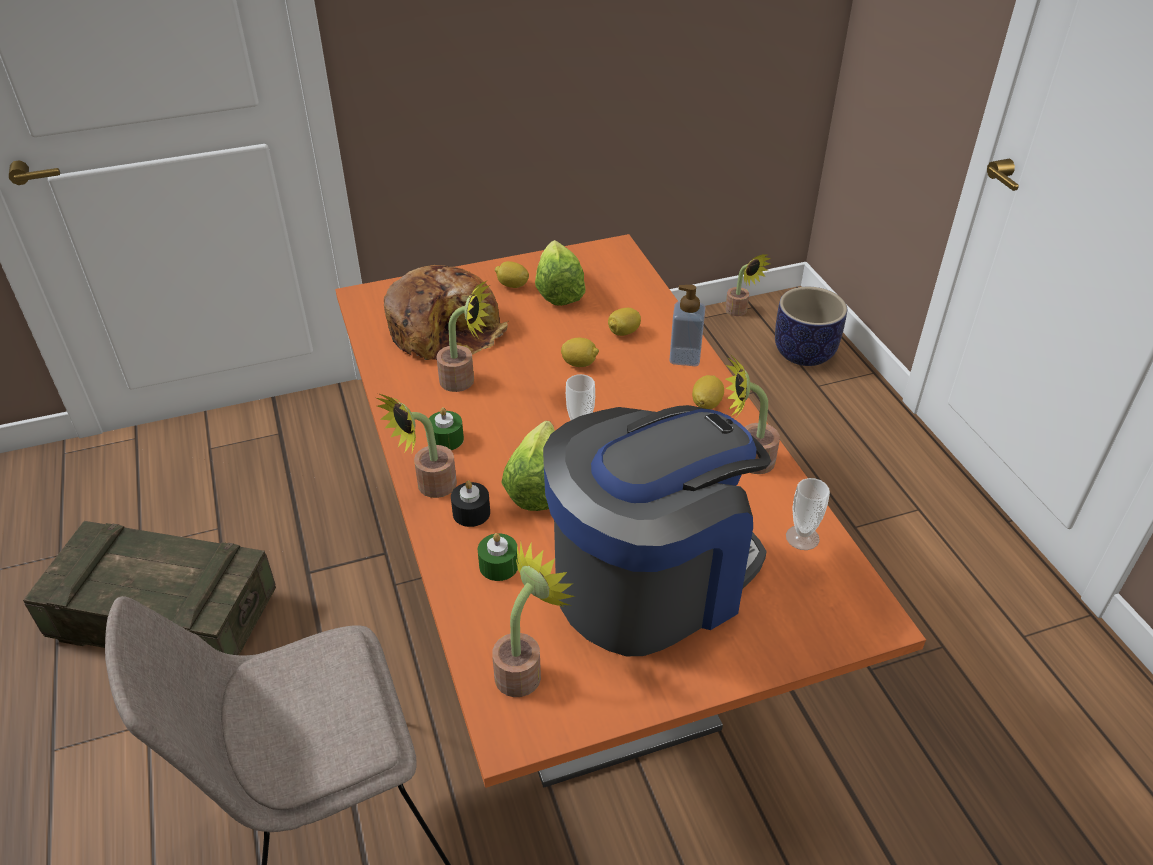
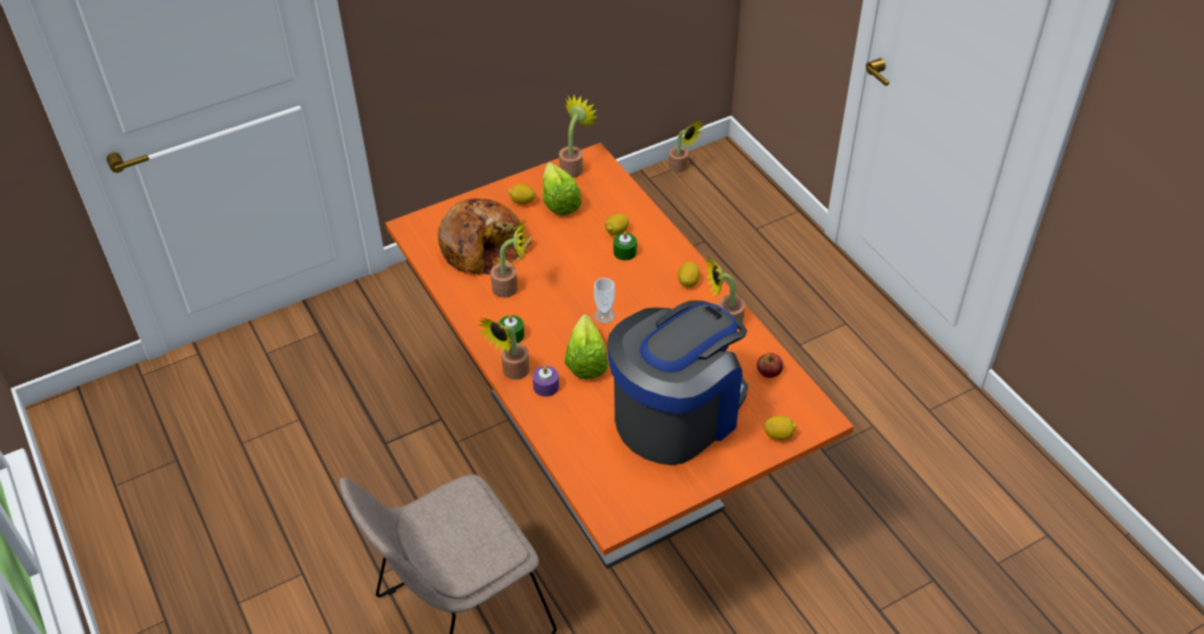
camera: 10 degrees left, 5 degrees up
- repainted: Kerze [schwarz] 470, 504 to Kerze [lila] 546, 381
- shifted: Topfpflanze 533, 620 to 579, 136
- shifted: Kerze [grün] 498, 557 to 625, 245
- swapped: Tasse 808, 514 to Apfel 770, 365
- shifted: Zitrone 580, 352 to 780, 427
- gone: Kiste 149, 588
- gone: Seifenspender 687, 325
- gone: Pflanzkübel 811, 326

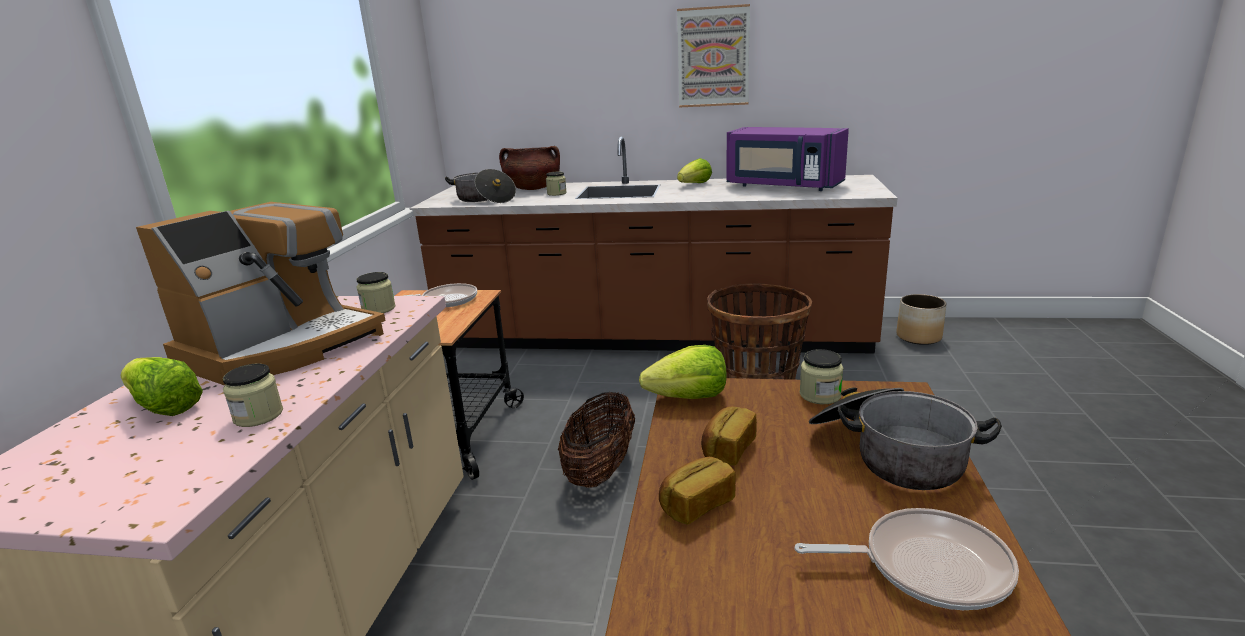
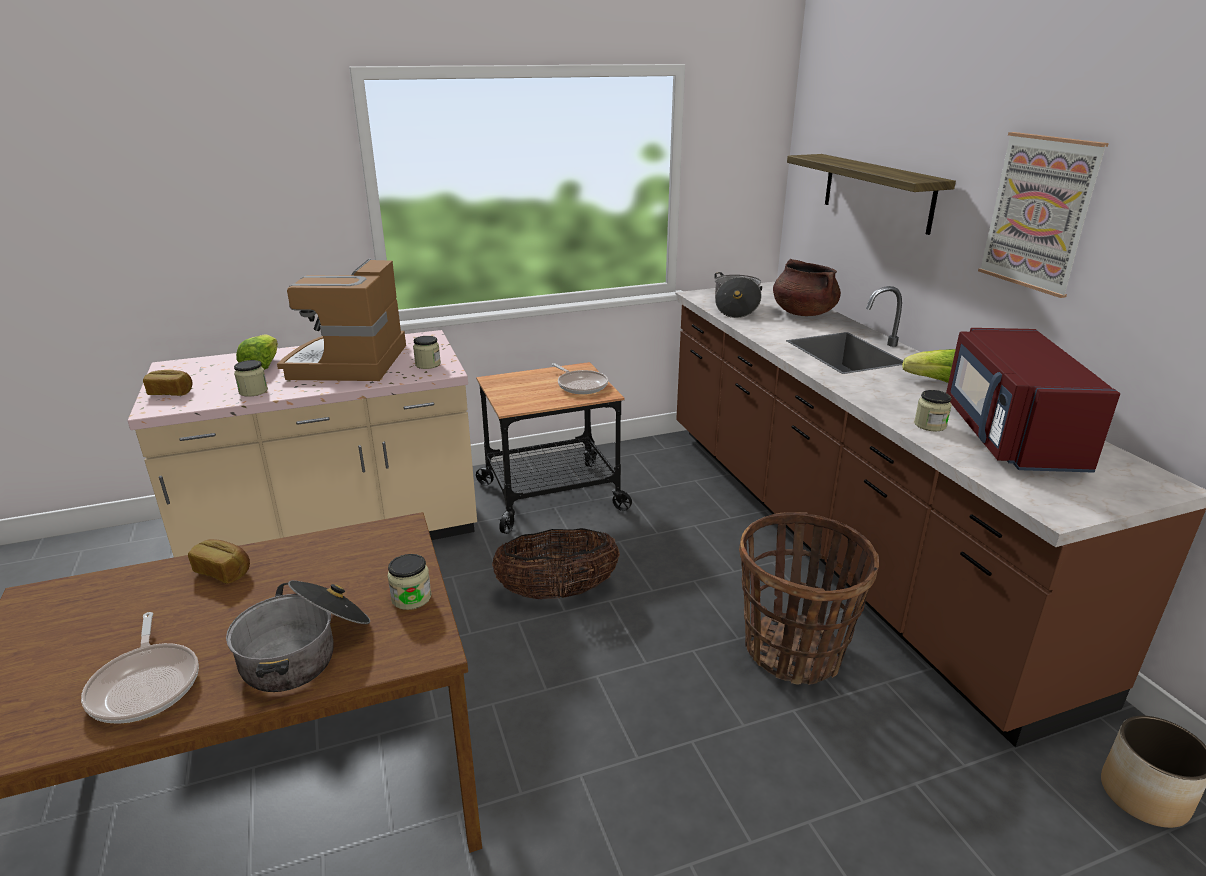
camera: 60 degrees right, 5 degrees up
- shifted: Brot 729, 436 to 168, 383
- rotated: Kaffeemaschine 261, 294 = 341, 320 90 degrees clockwise
- new: Wandregal 871, 194
- shifted: Vorratsglas 556, 184 to 933, 411
- repainted: Mikrowelle [lila] 787, 159 to Mikrowelle [rot] 1033, 400
- gone: Salatkopf 683, 372

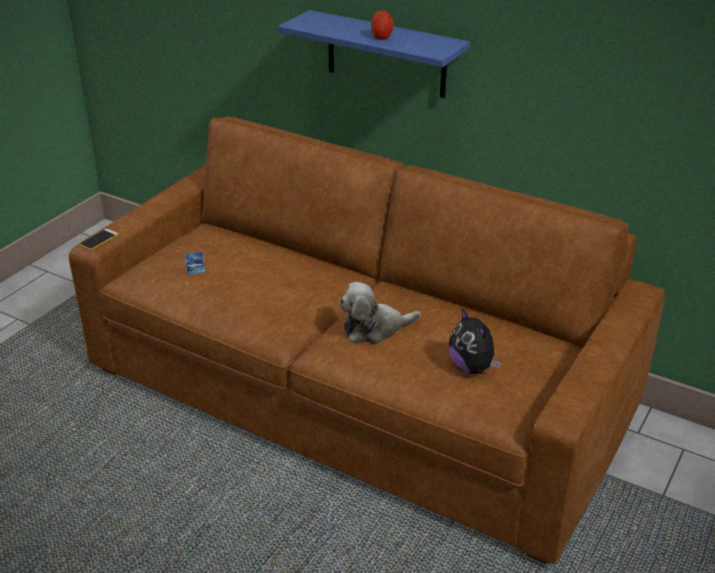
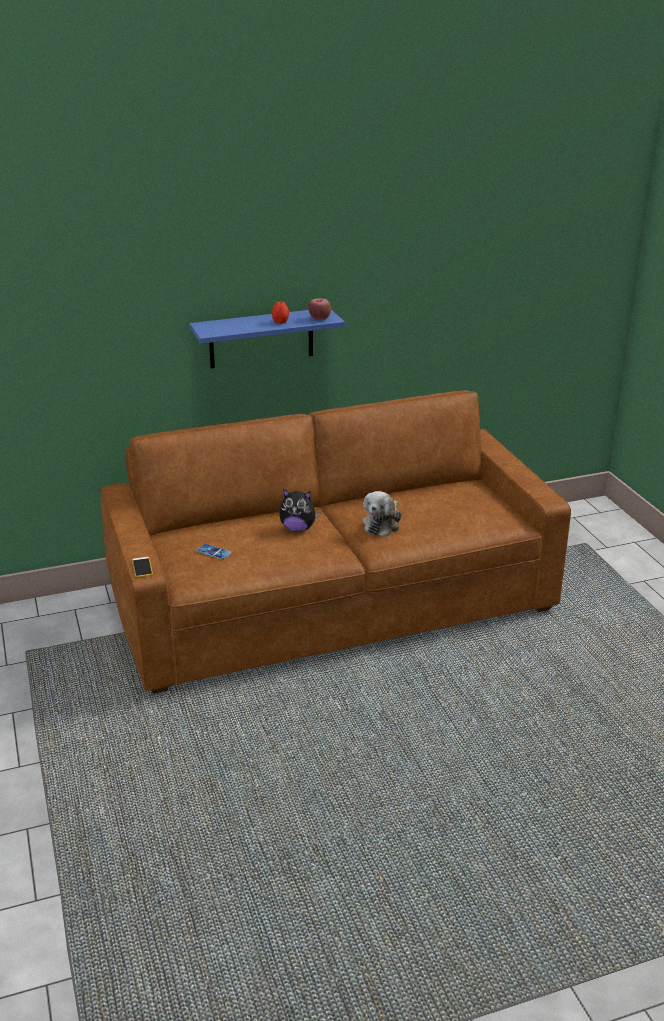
camera: 50 degrees left, 5 degrees down
- shifted: Plüschtier 475, 341 to 300, 510
- new: Apfel 319, 309

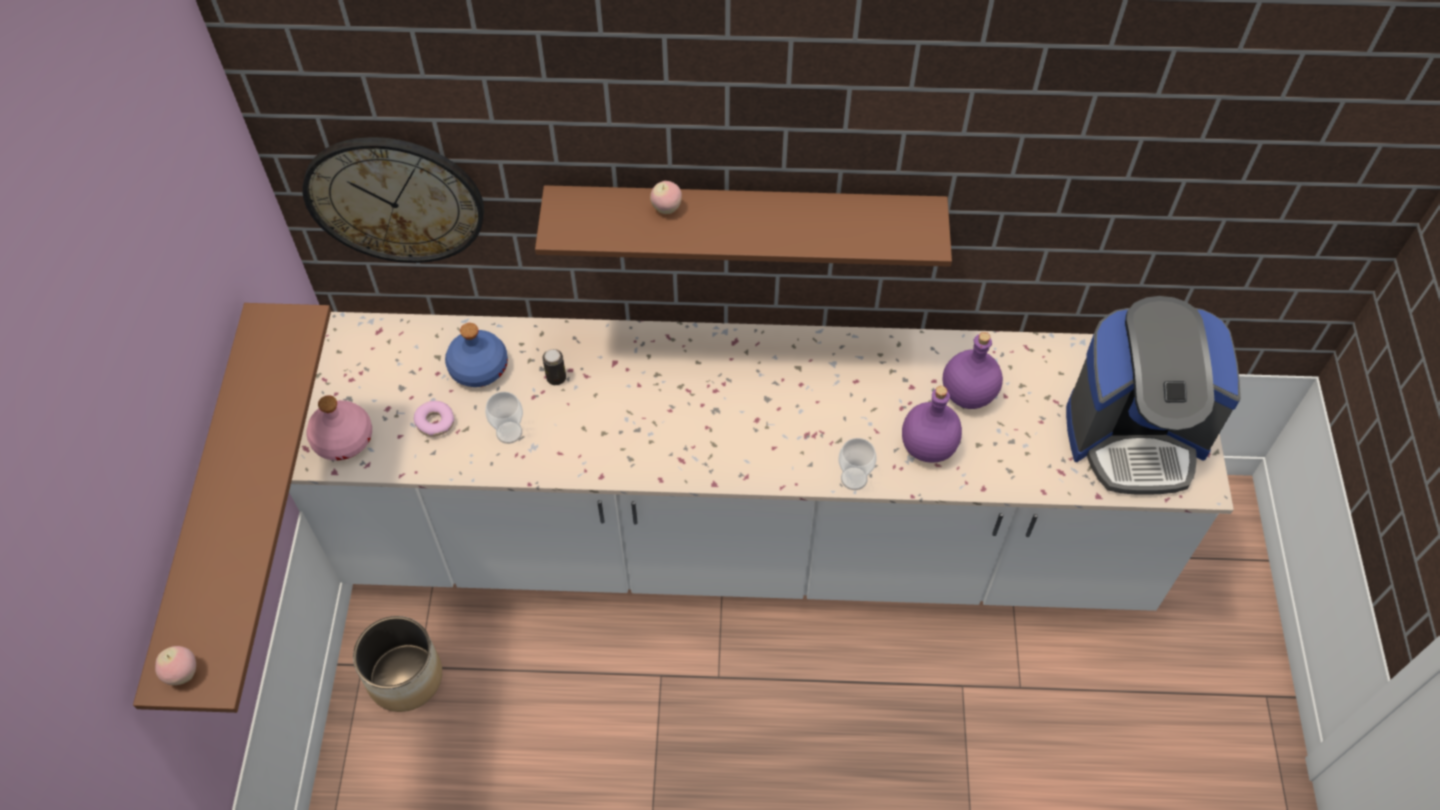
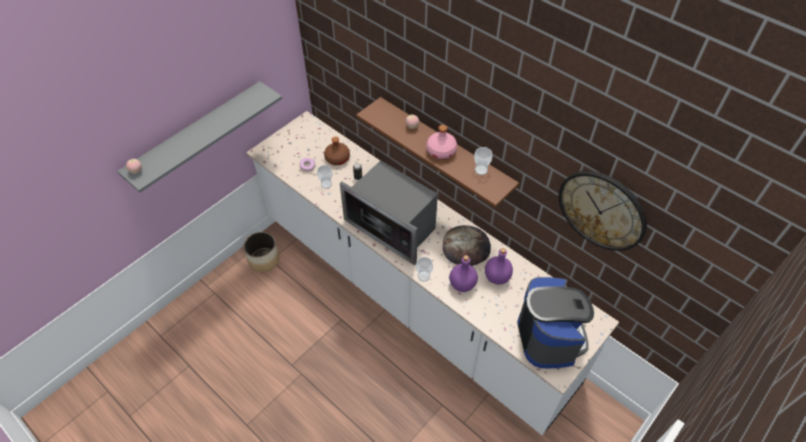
camera: 40 degrees right, 5 degrees down
- repainted: Wandregal [braun] 232, 508 to Wandregal [grau] 199, 137
- repainted: Flasche [blau] 476, 355 to Flasche [braun] 337, 151
- new: Mikrowelle 389, 213
- shifted: Flasche [rosa] 339, 427 to 441, 142
- new: Brot 467, 245
- new: Tasse 483, 161
- rotated: Kaffeemaschine 1153, 395 = 555, 322 135 degrees counterclockwise
- shifted: Wanduhr 393, 200 to 603, 211

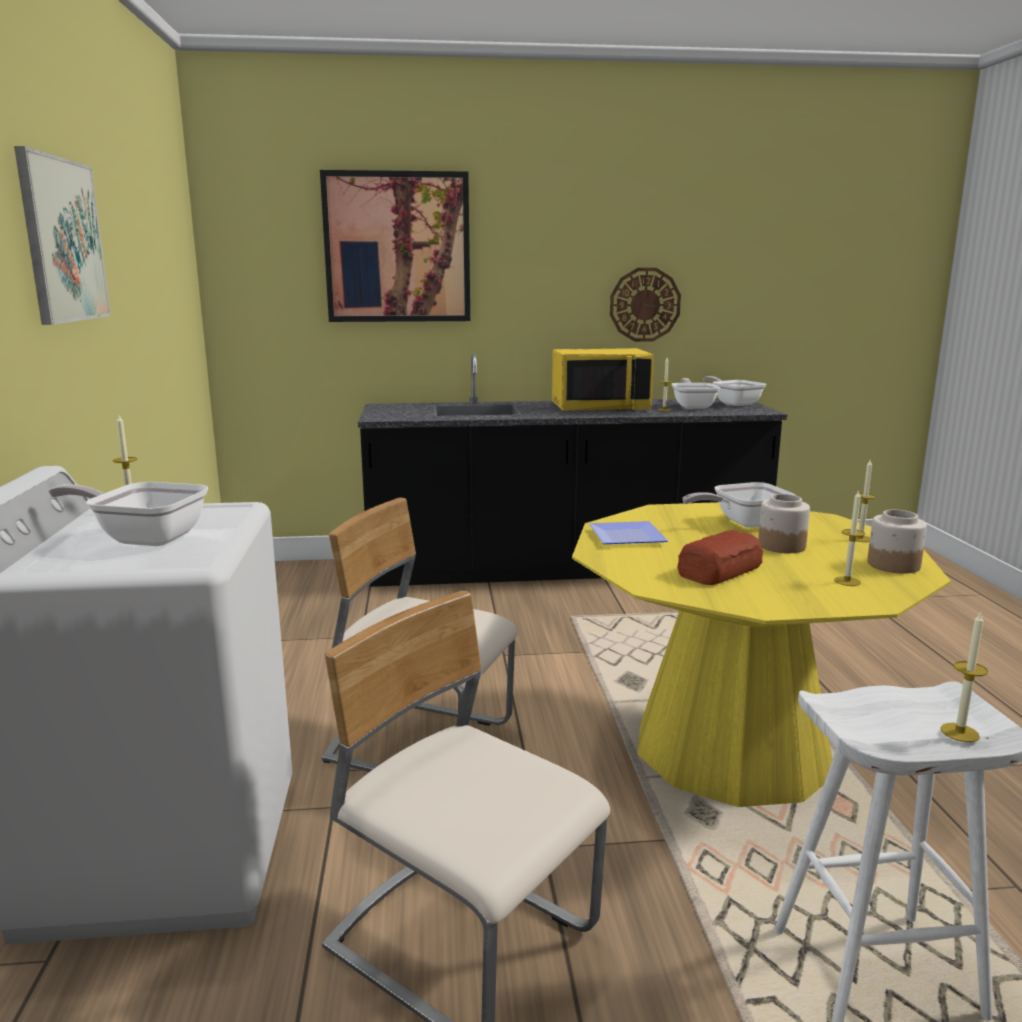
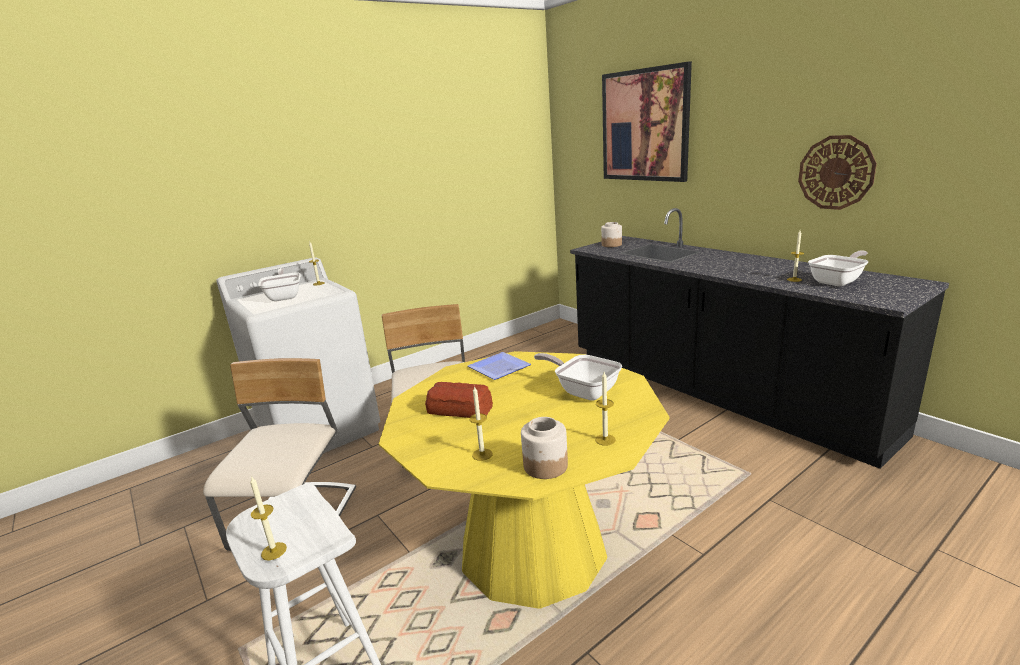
camera: 60 degrees right, 5 degrees up
- shifted: Vorratsglas 784, 523 to 611, 234
- gone: Bild 62, 235
- gone: Mikrowelle [gelb] 603, 379
- gone: Pfanne 734, 391

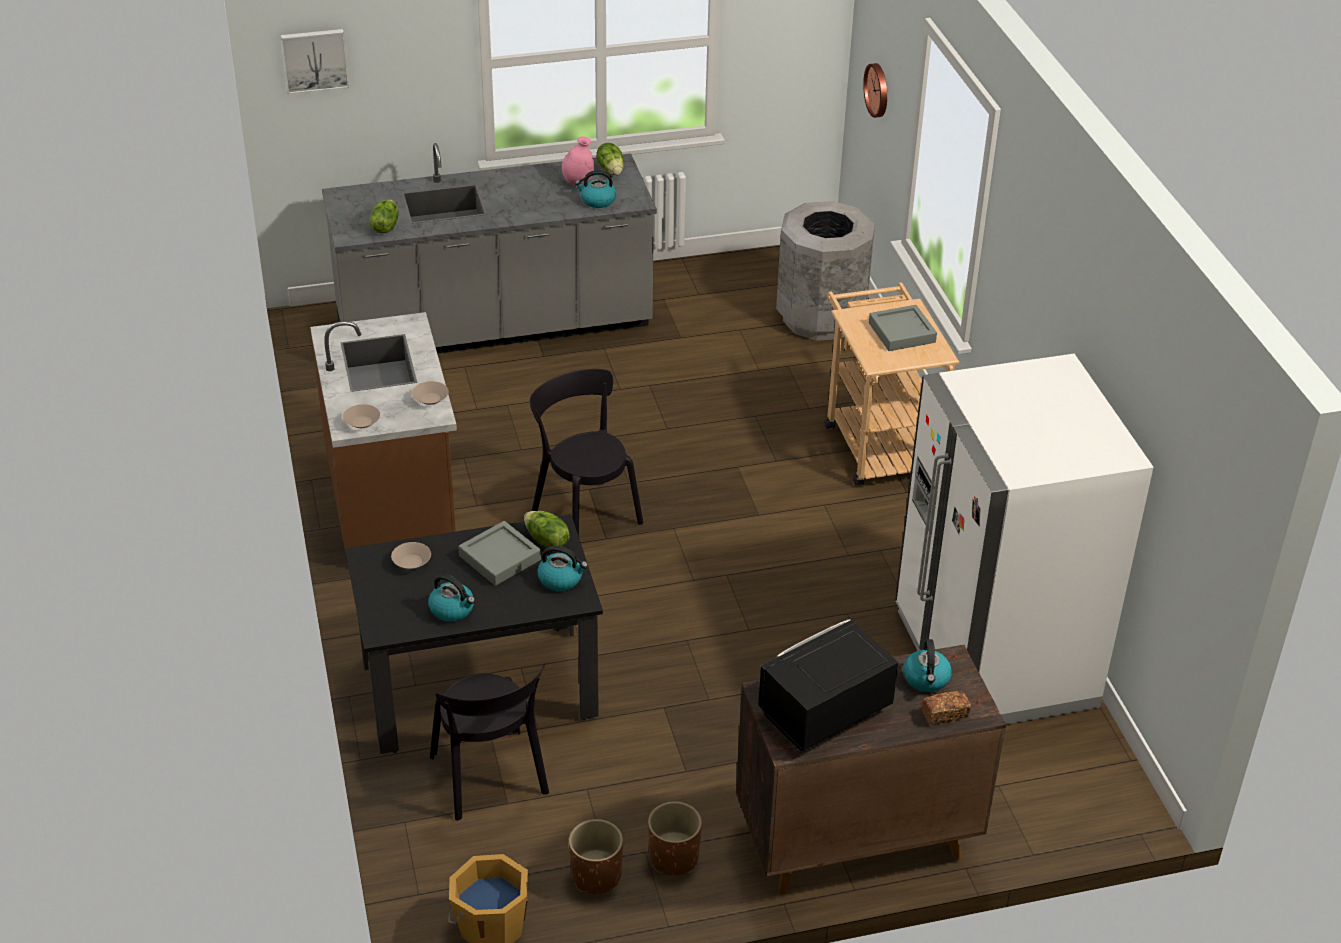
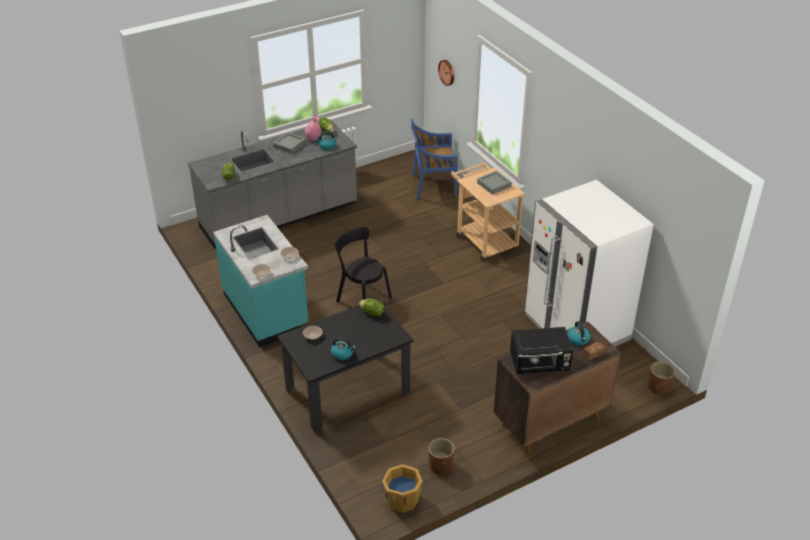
camera: 15 degrees left, 0 degrees up
- repainted: Küchenzeile [braun] 383, 433 to Küchenzeile [türkis] 260, 281
- shifted: Tablett [grau] 499, 553 to 289, 143
- swapped: Mülleimer [grau] 825, 271 to Stuhl [blau] 434, 158
- rotated: Mikrowelle [schwarz] 828, 685 = 541, 351 135 degrees counterclockwise
- shifted: Pflanzkübel [braun] 675, 838 to 661, 378
- gone: Bild 315, 61
- gone: Stuhl [schwarz] 489, 742
- gone: Wasserkessel 562, 568

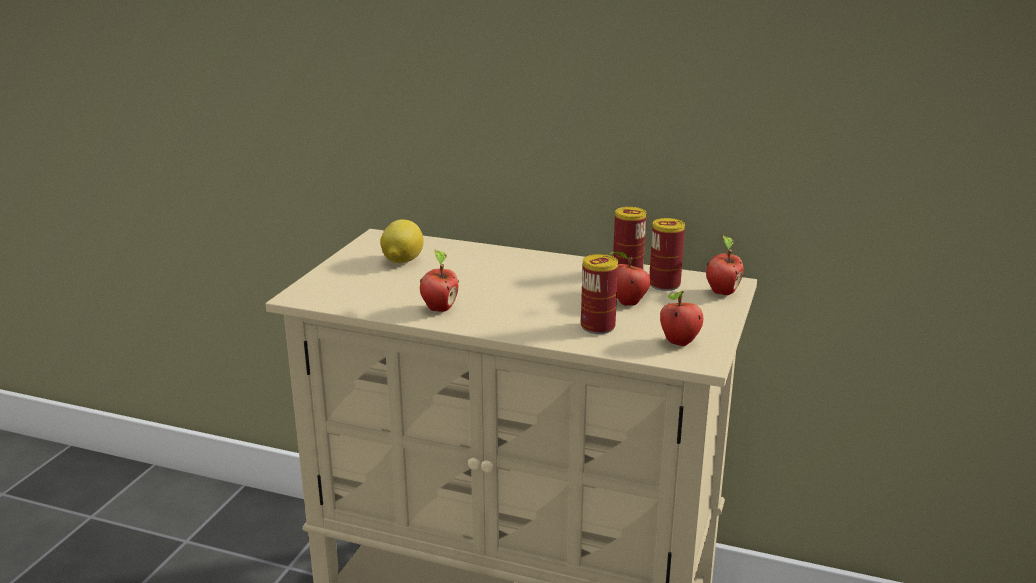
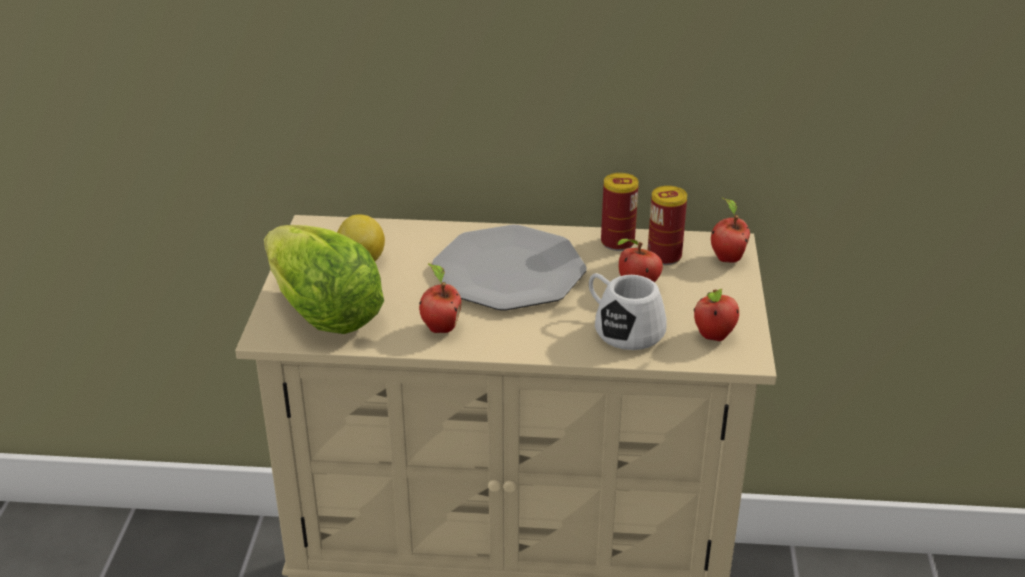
camera: 15 degrees left, 10 degrees up
- new: Salatkopf 324, 279
- new: Teller 509, 267
- swapped: Dose 599, 294 to Henkelbecher [weiß] 628, 311

